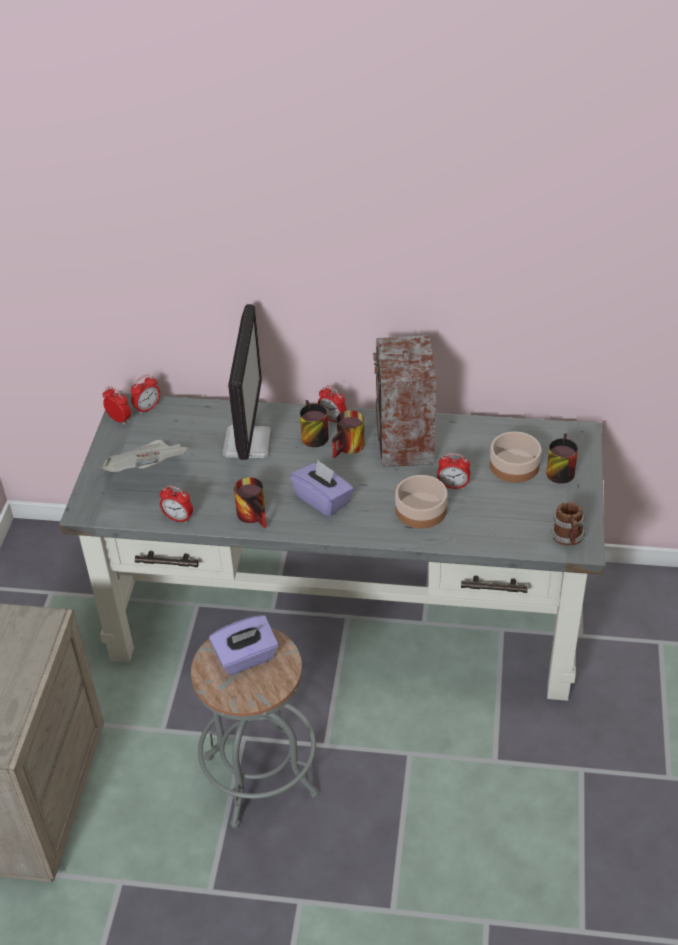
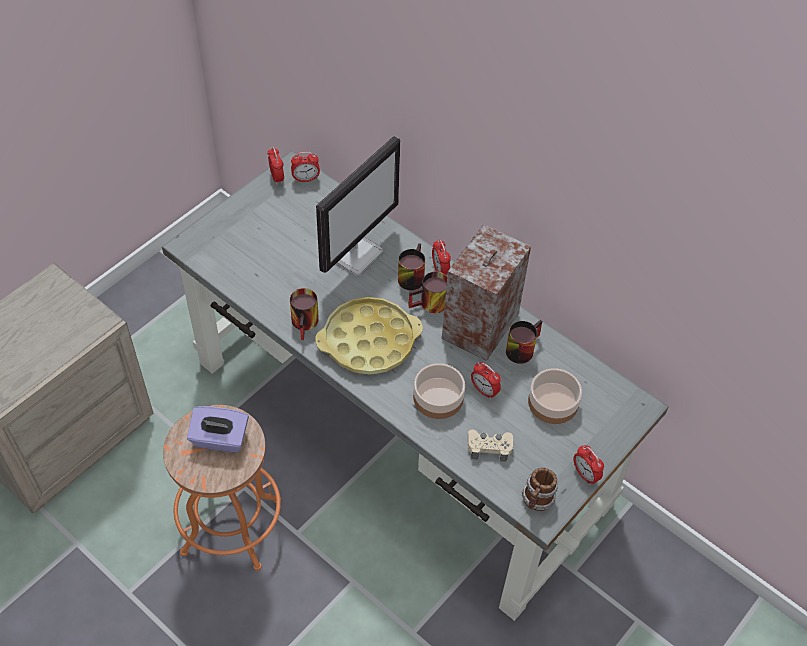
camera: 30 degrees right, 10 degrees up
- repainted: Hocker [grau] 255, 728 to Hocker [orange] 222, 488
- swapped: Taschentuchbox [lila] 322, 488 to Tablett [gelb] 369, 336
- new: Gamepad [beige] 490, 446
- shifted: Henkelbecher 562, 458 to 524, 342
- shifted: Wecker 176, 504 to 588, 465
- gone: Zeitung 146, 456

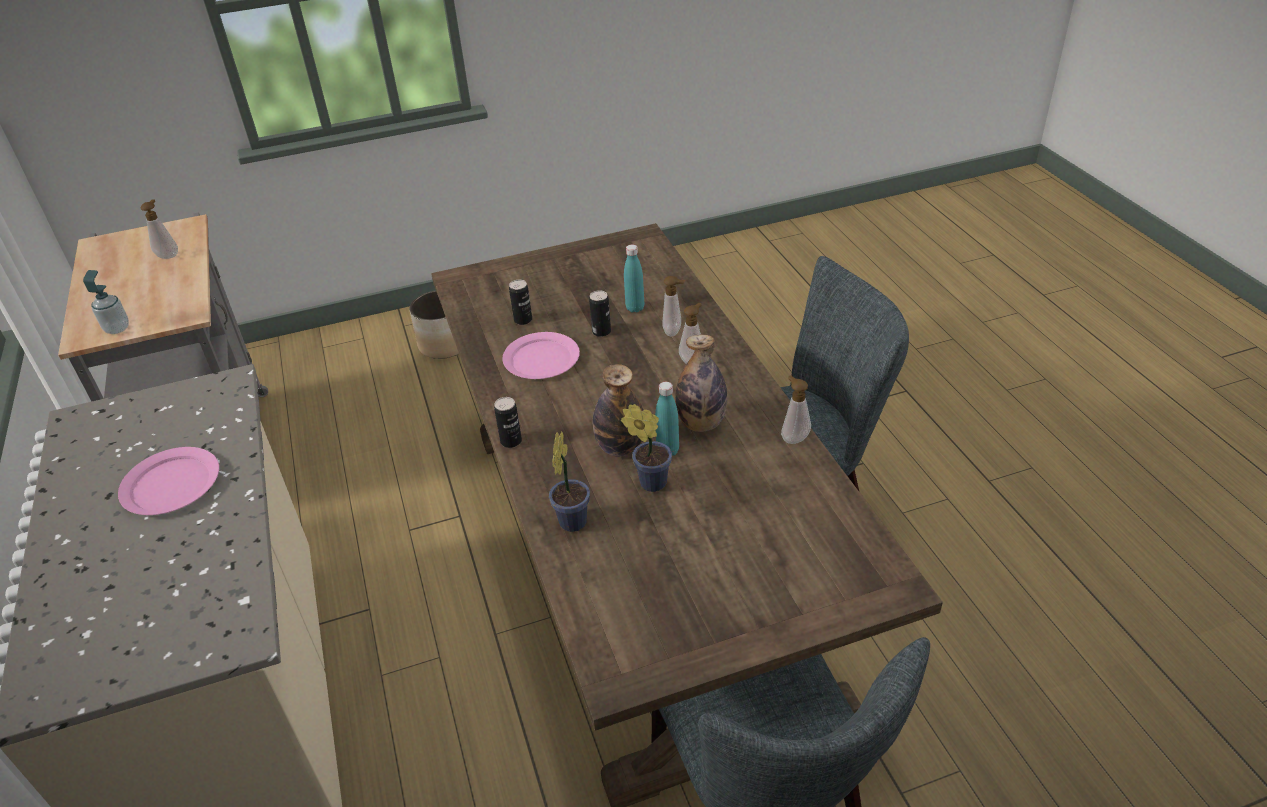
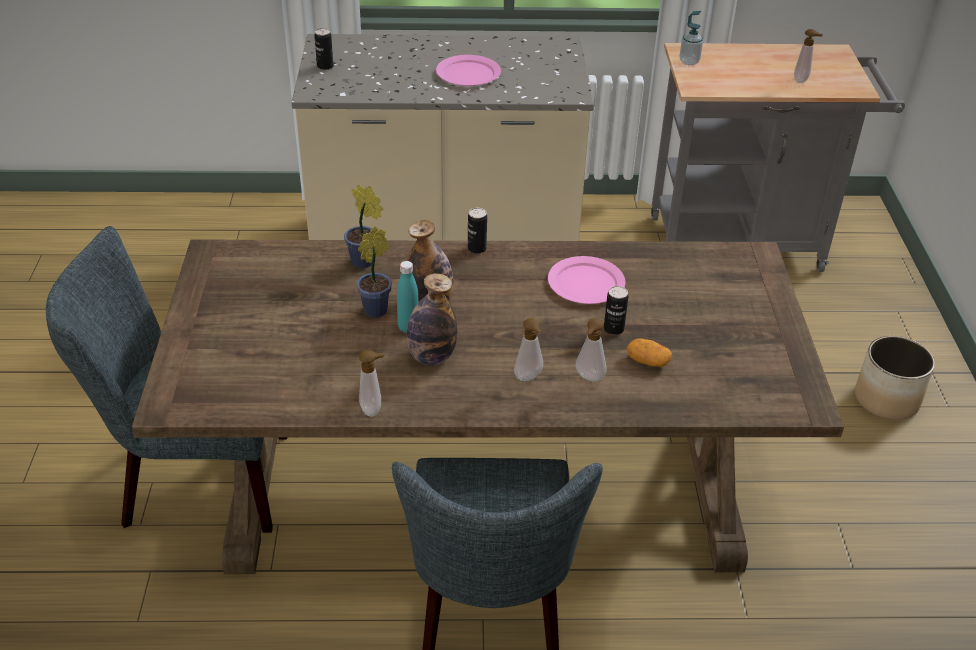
camera: 105 degrees right, 0 degrees up
- shifted: Dose 520, 302 to 324, 49
- swapped: Flasche [türkis] 634, 278 to Kartoffel 649, 353

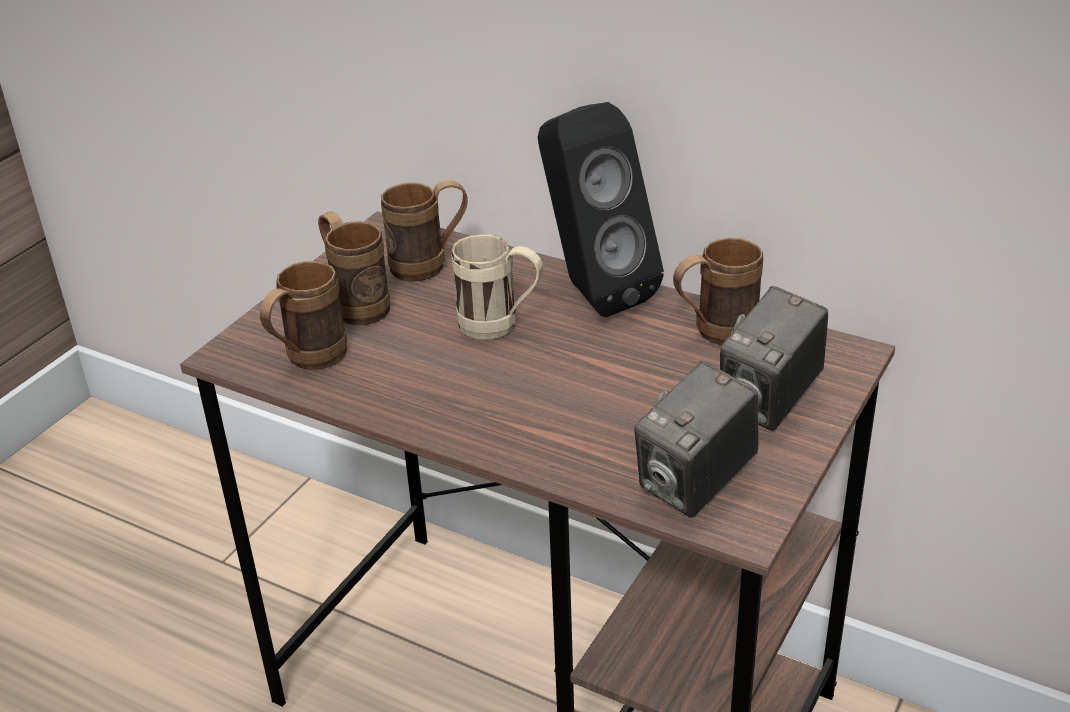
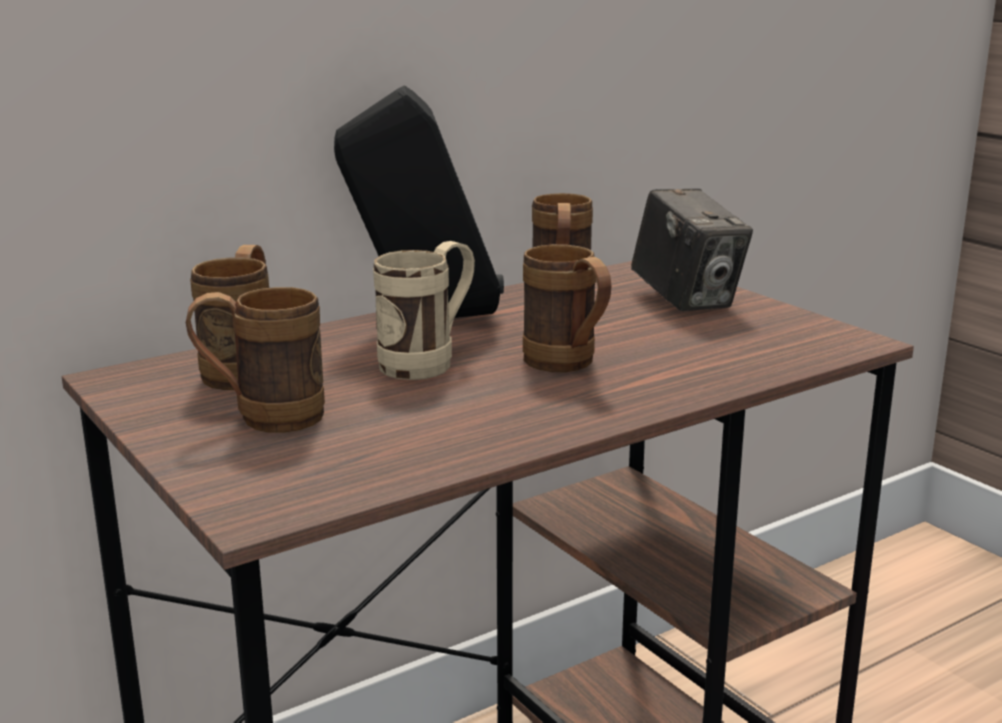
camera: 65 degrees left, 15 degrees down
- shifted: Henkelbecher [braun] 303, 315 to 567, 308
- gone: Kamera 696, 439

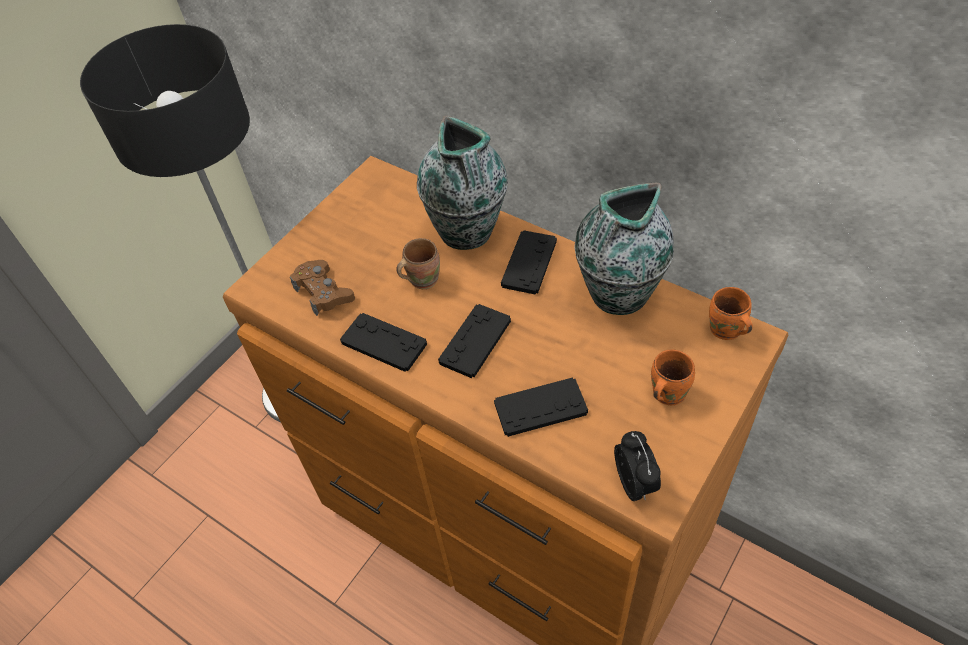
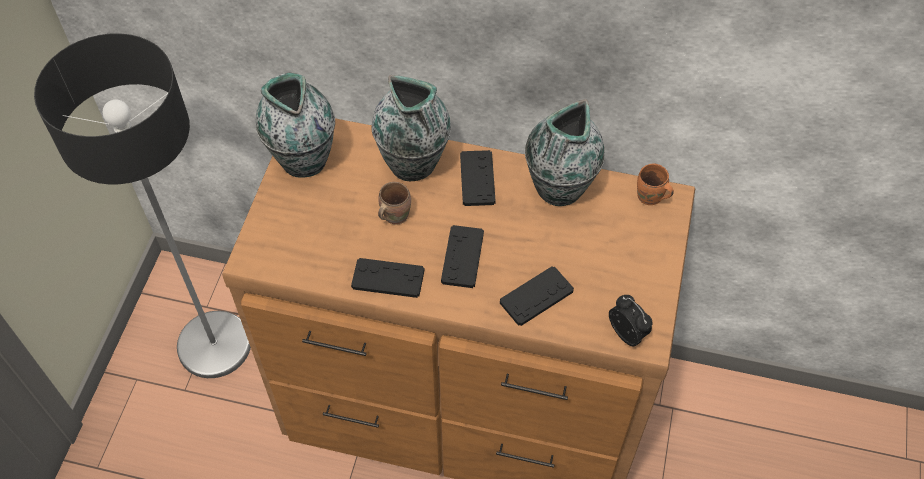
camera: 25 degrees left, 5 degrees up
- new: Vase 295, 125
- gone: Gamepad [braun] 322, 288
- gone: Henkelbecher [orange] 673, 377

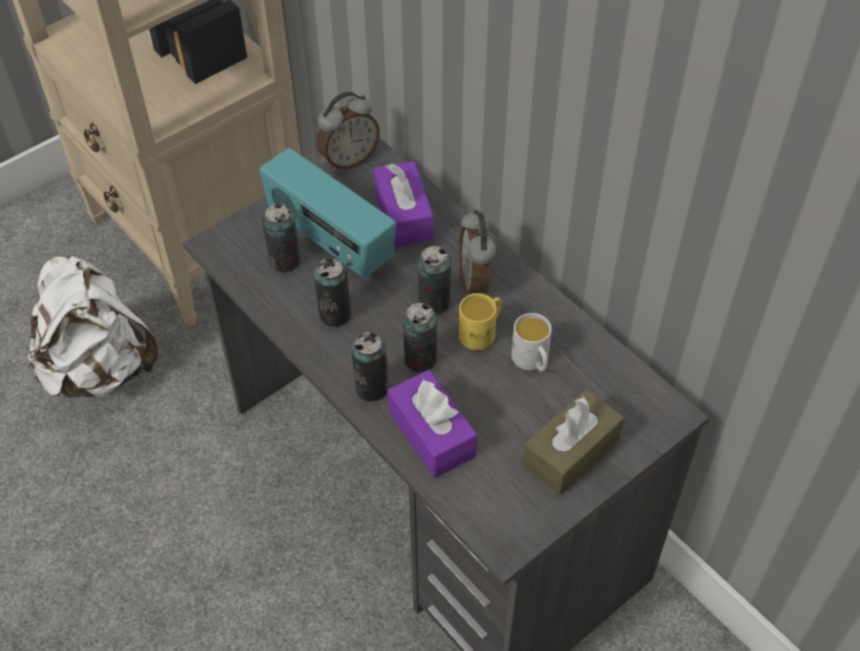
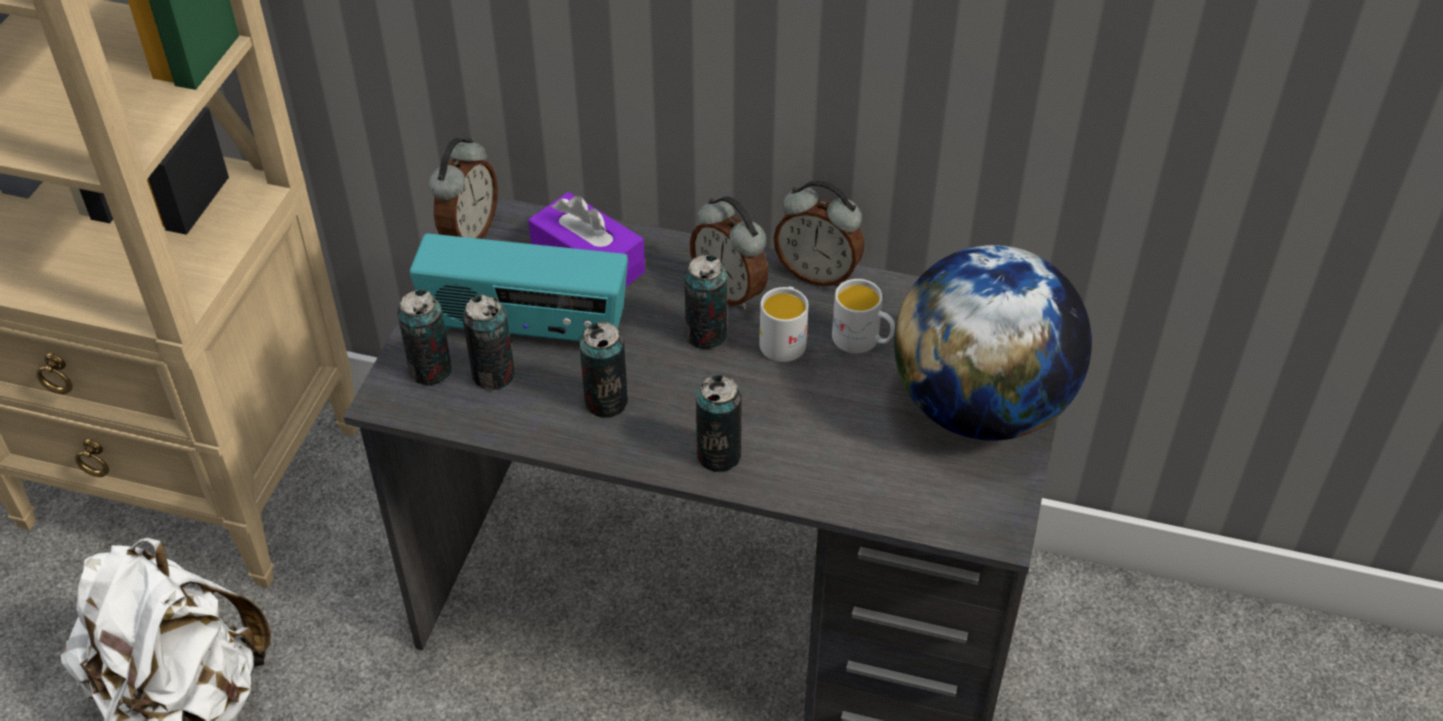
camera: 35 degrees left, 5 degrees down
- shifted: Dose 420, 337 to 424, 337
- repainted: Henkelbecher [gelb] 480, 321 to Henkelbecher [weiß] 783, 324
- new: Wecker 819, 233
- swapped: Taschentuchbox [braun] 573, 442 to Globus 993, 343
- gone: Taschentuchbox [lila] 432, 424

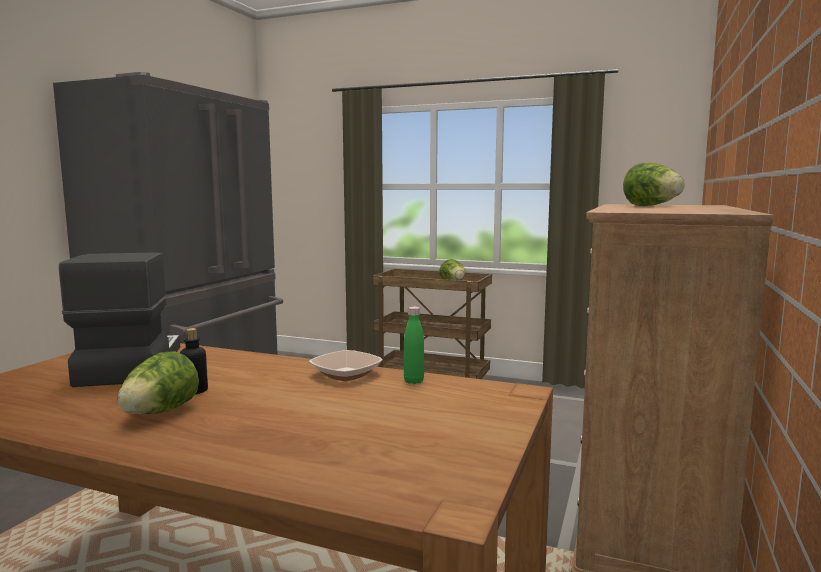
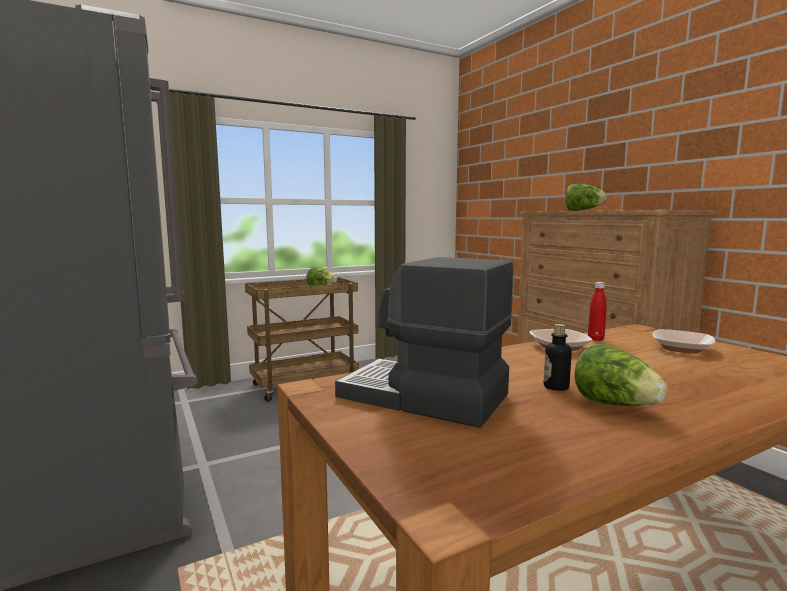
camera: 50 degrees left, 0 degrees up
- repainted: Flasche [grün] 414, 345 to Flasche [rot] 597, 311
- new: Schüssel 683, 341

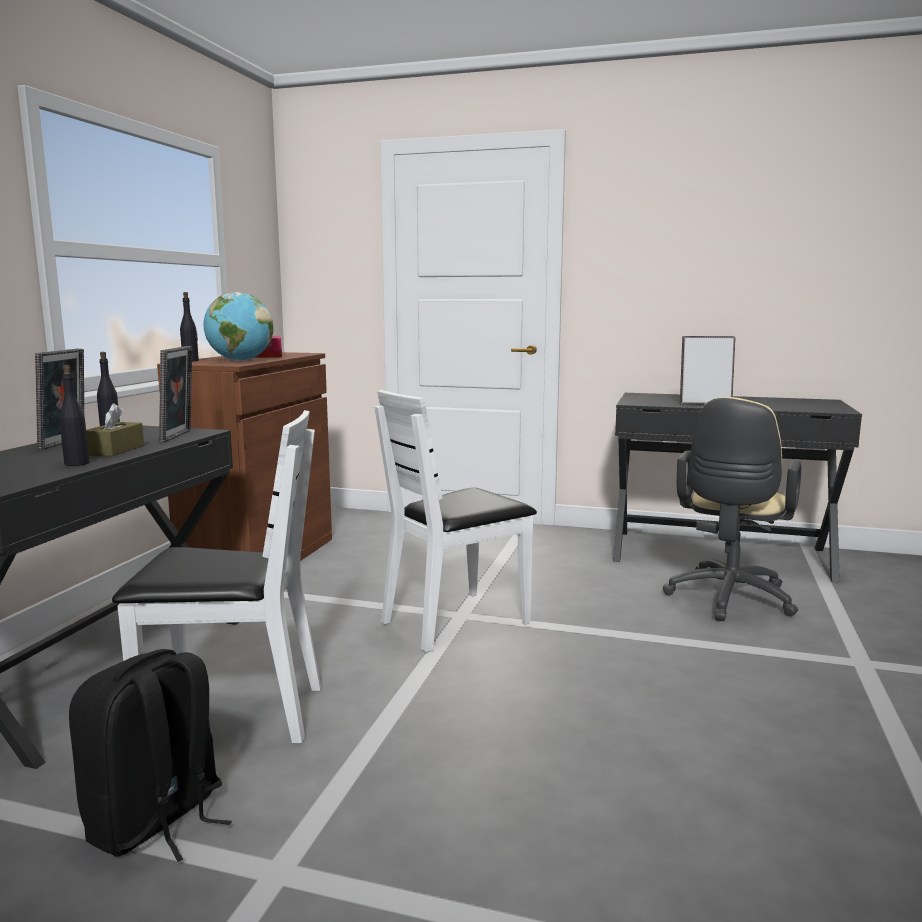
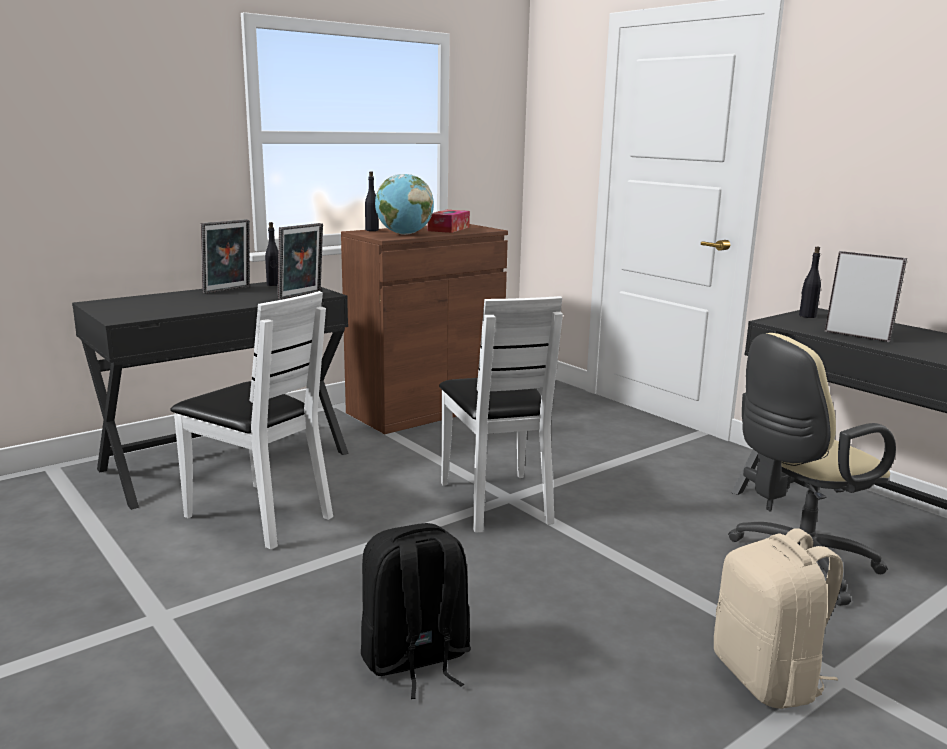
camera: 35 degrees right, 5 degrees up
- shifted: Rucksack [schwarz] 150, 755 to 416, 611
- rotated: Stuhl [weiß] 455, 521 = 501, 414 105 degrees counterclockwise
- new: Rucksack [beige] 778, 618
- shifted: Flasche [schwarz] 74, 415 to 810, 282
- gone: Taschentuchbox [braun] 115, 429

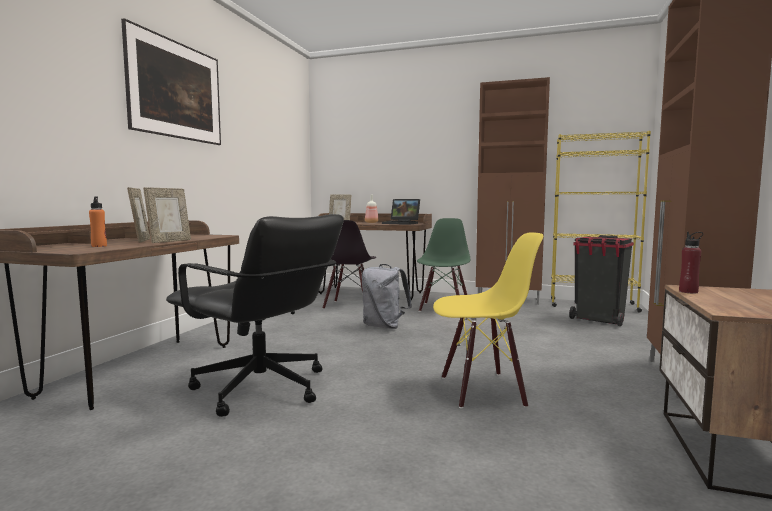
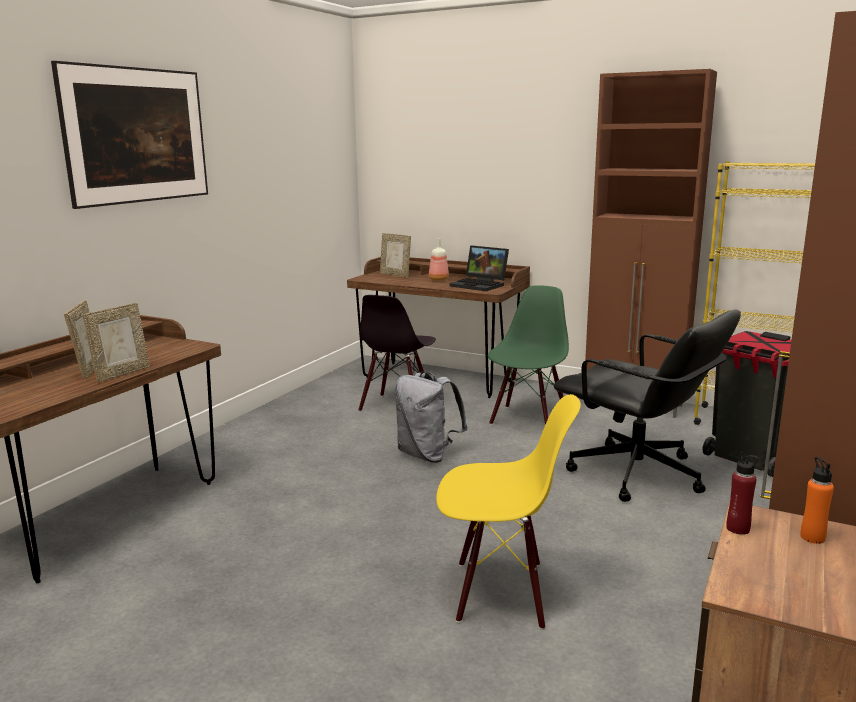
camera: 10 degrees right, 10 degrees up
- shifted: Bürostuhl [schwarz] 255, 315 to 647, 406
- shifted: Flasche [orange] 98, 221 to 817, 500

